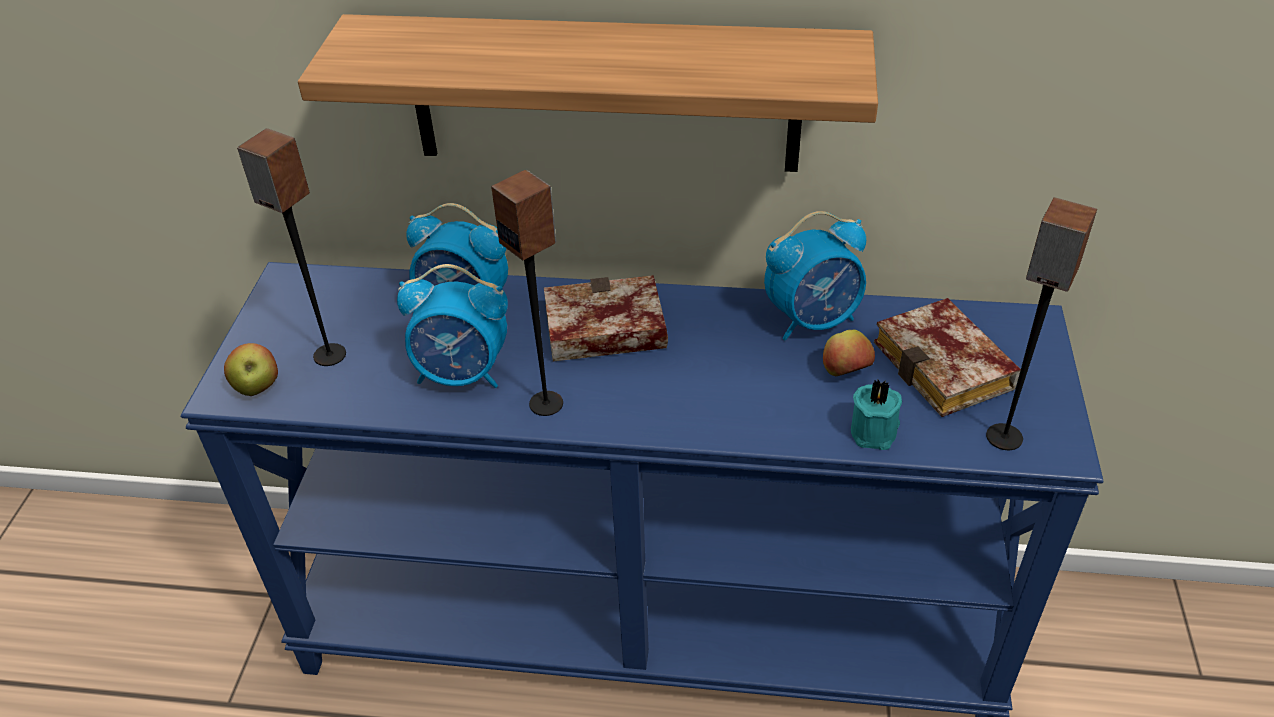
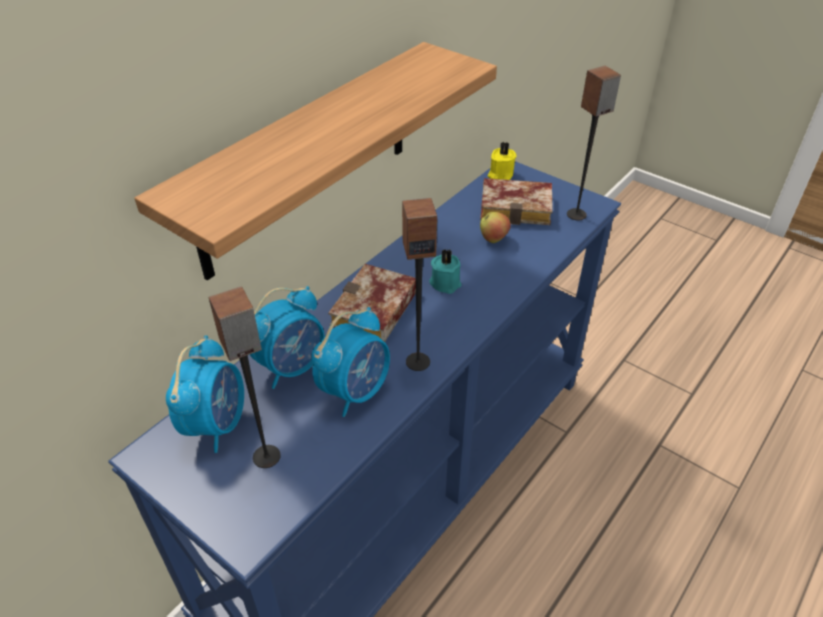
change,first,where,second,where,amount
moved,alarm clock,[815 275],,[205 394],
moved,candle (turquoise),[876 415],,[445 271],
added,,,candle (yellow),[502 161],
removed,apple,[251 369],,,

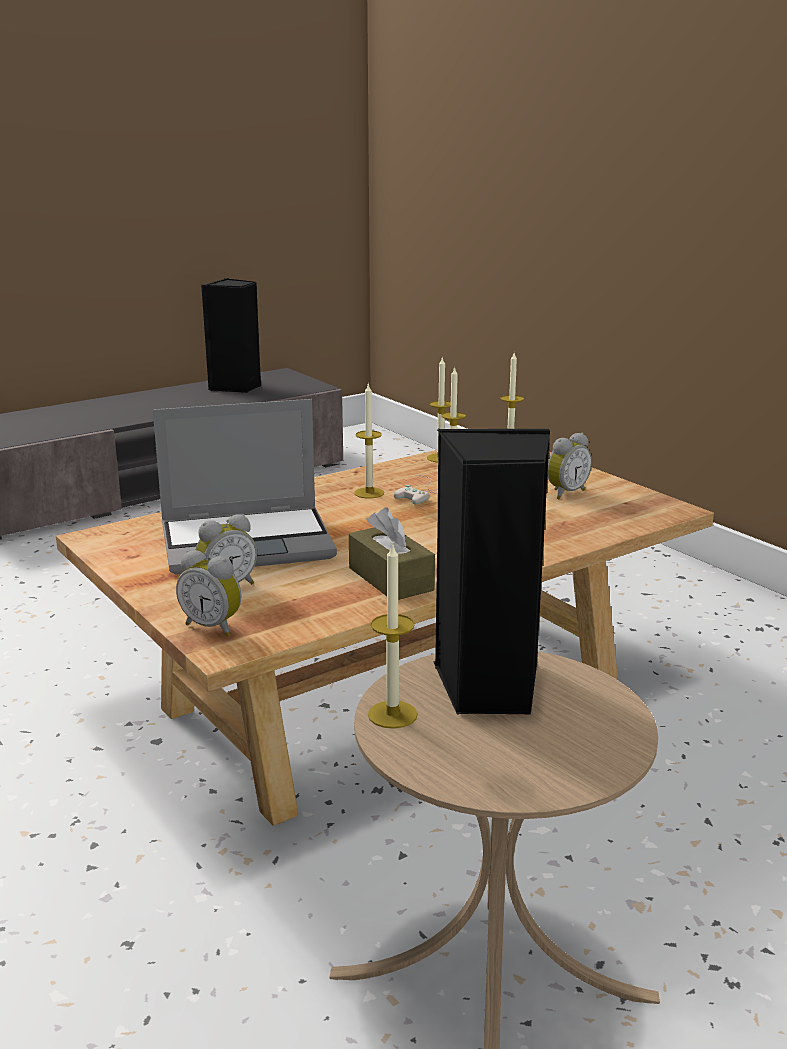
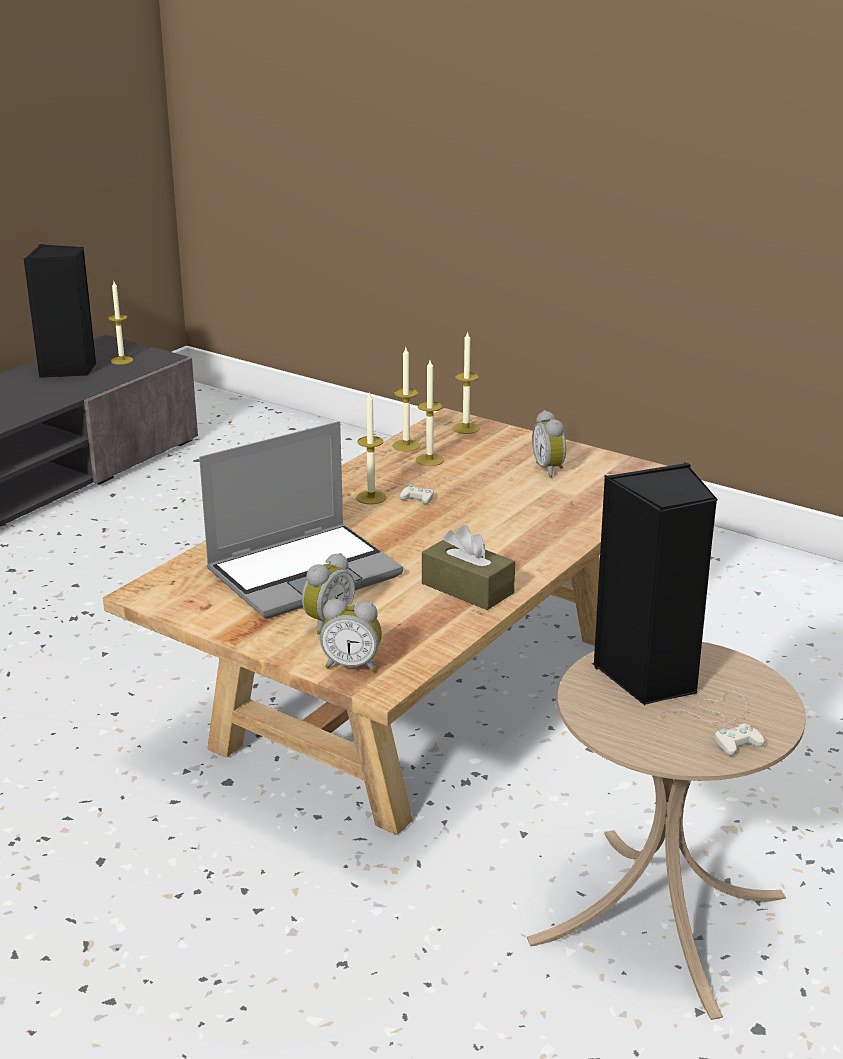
change,first,where,second,where,amount
moved,candle,[393 635],,[120 323],
turned,alarm clock,[569 466],,[549 444],135 degrees clockwise
added,,,game controller (white),[711 723],

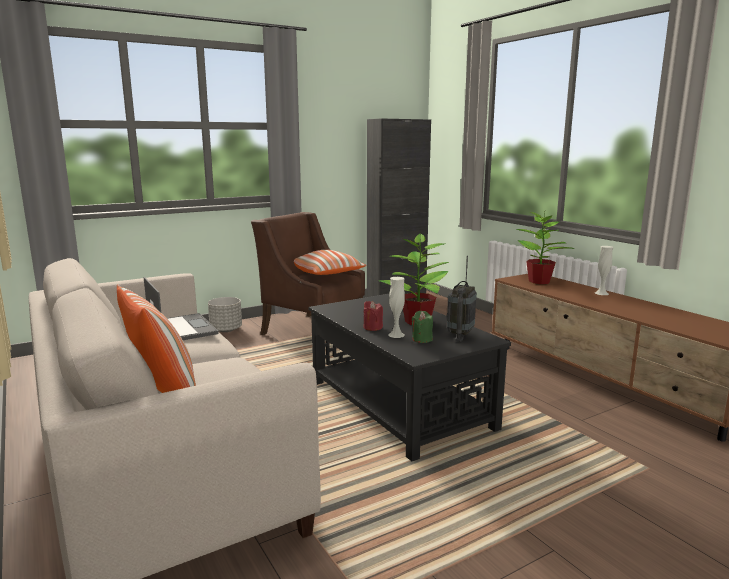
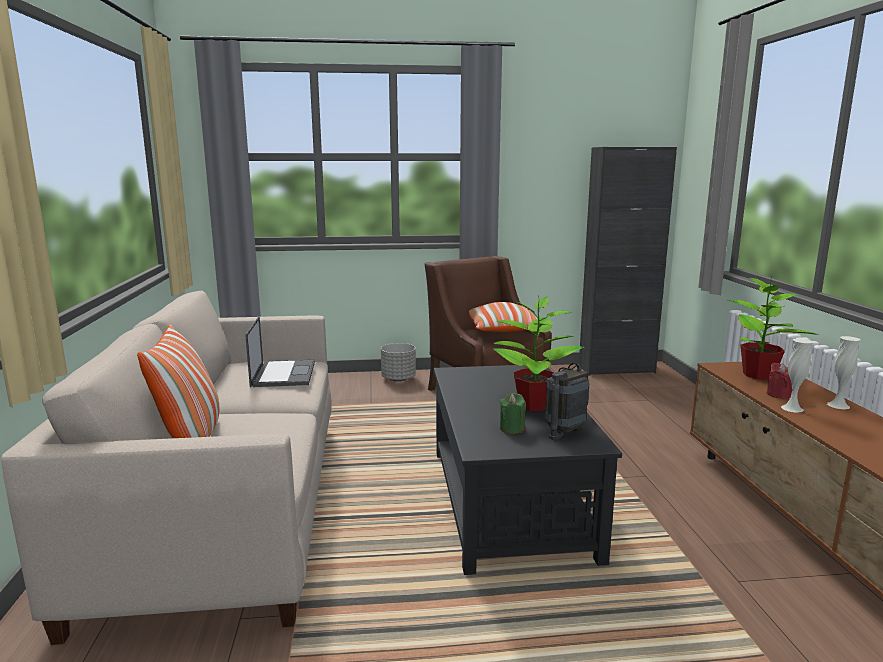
change,first,where,second,where,amount
moved,candle (red),[373 316],,[779 381],
moved,vase (white),[396 307],,[797 375],

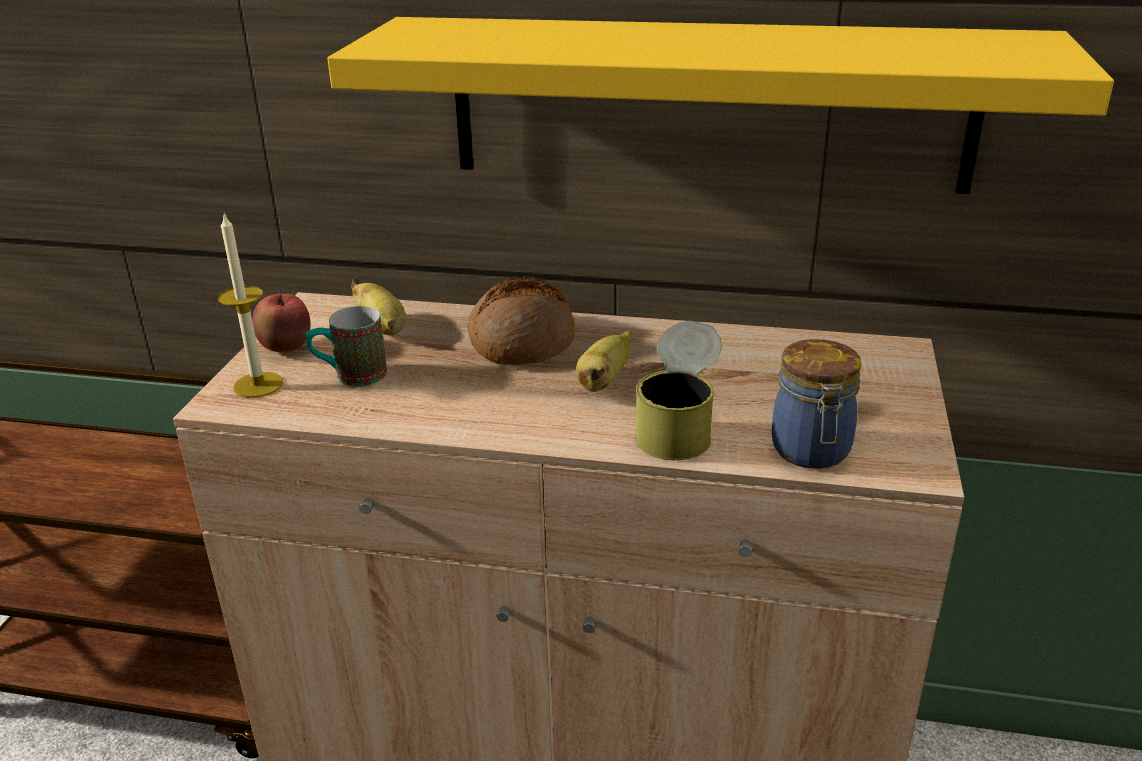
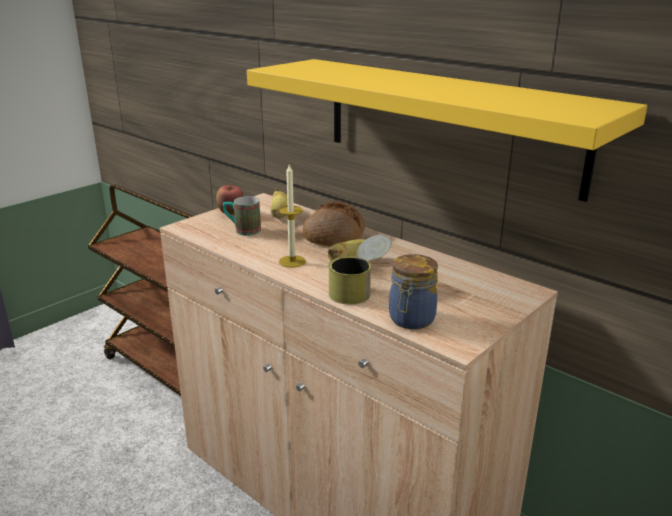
change,first,where,second,where,amount
moved,candle,[250 305],,[292 215],

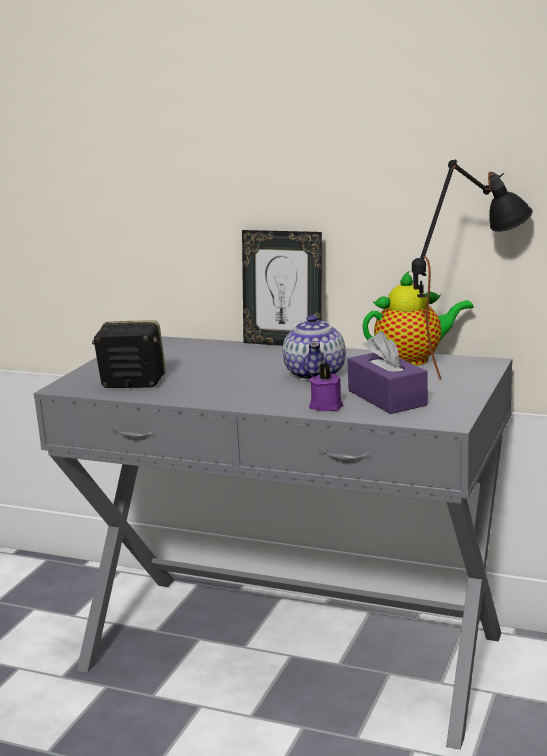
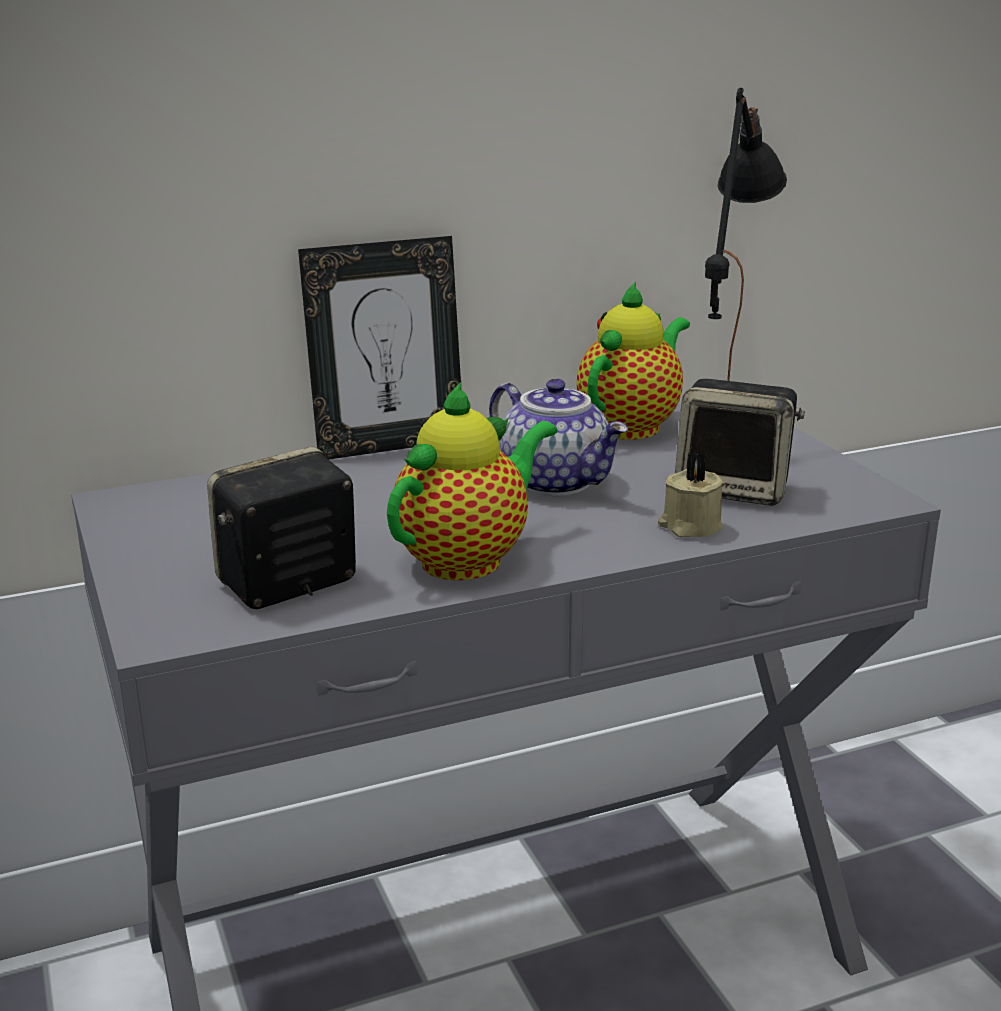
change,first,where,second,where,amount
added,,,teapot,[472 481],
recoloured,candle (purple),[326 387],candle (beige),[691 494],
replaced,tissue box (purple),[387 372],speaker,[740 442],

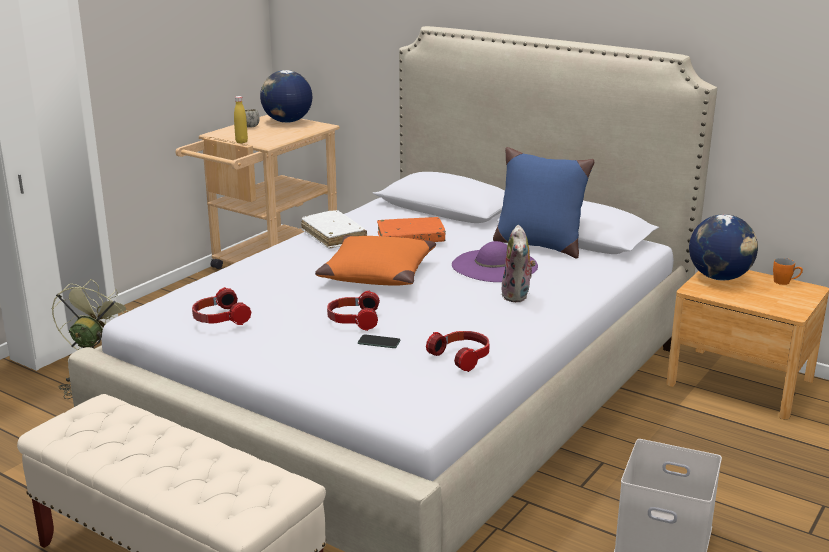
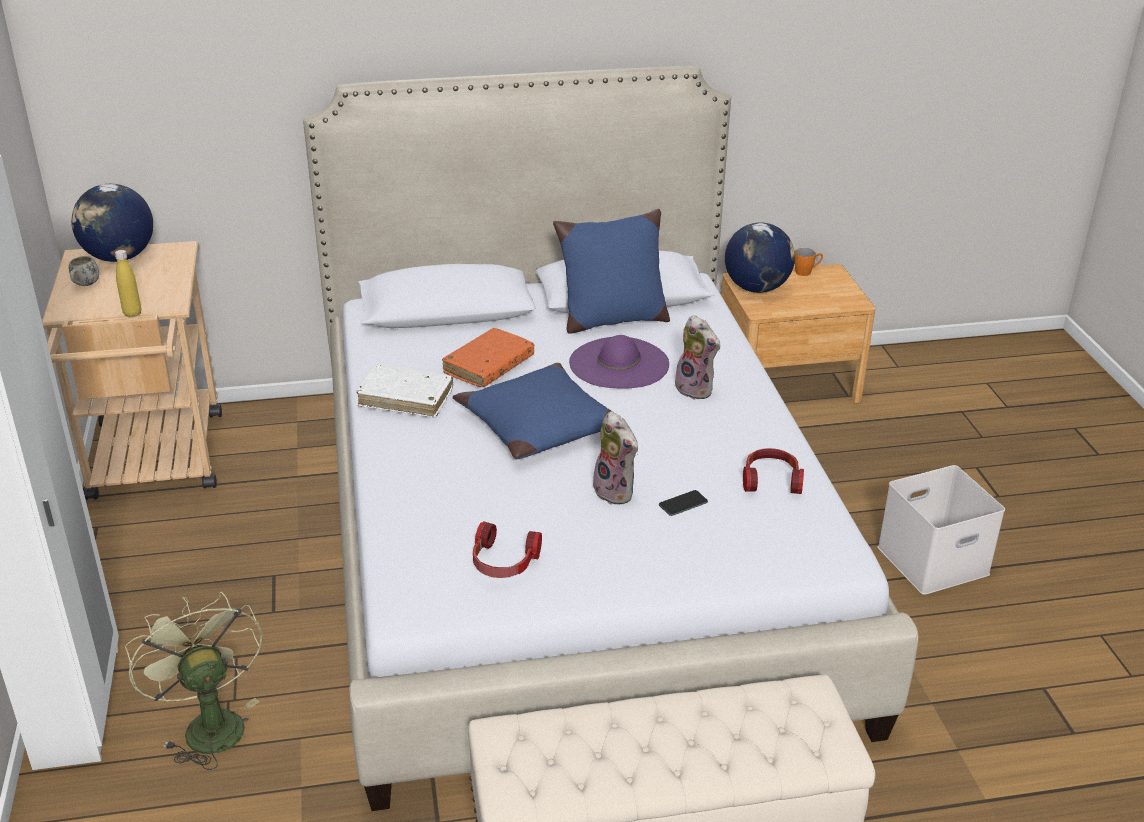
change,first,where,second,where,amount
recoloured,pillow (orange),[375 260],pillow (blue),[532 411],
replaced,headphones,[353 310],plush toy,[615 458],

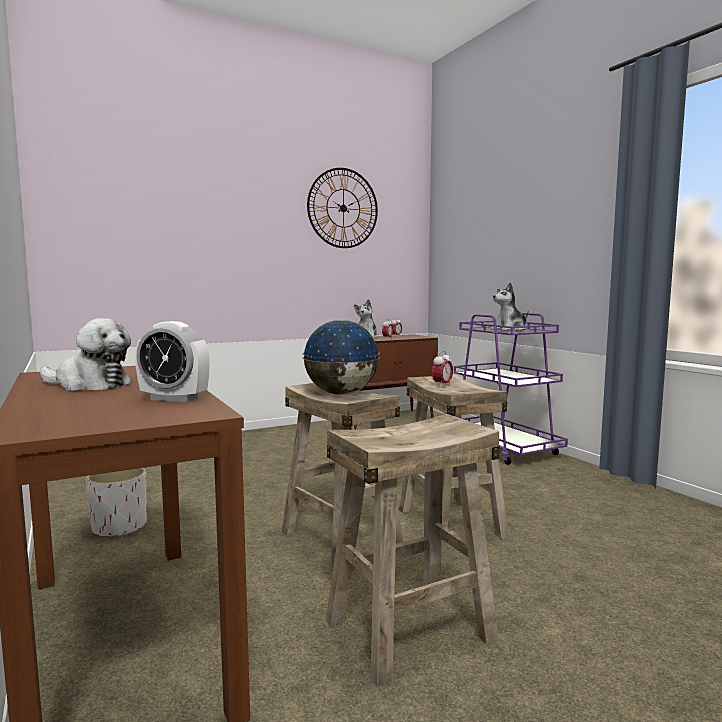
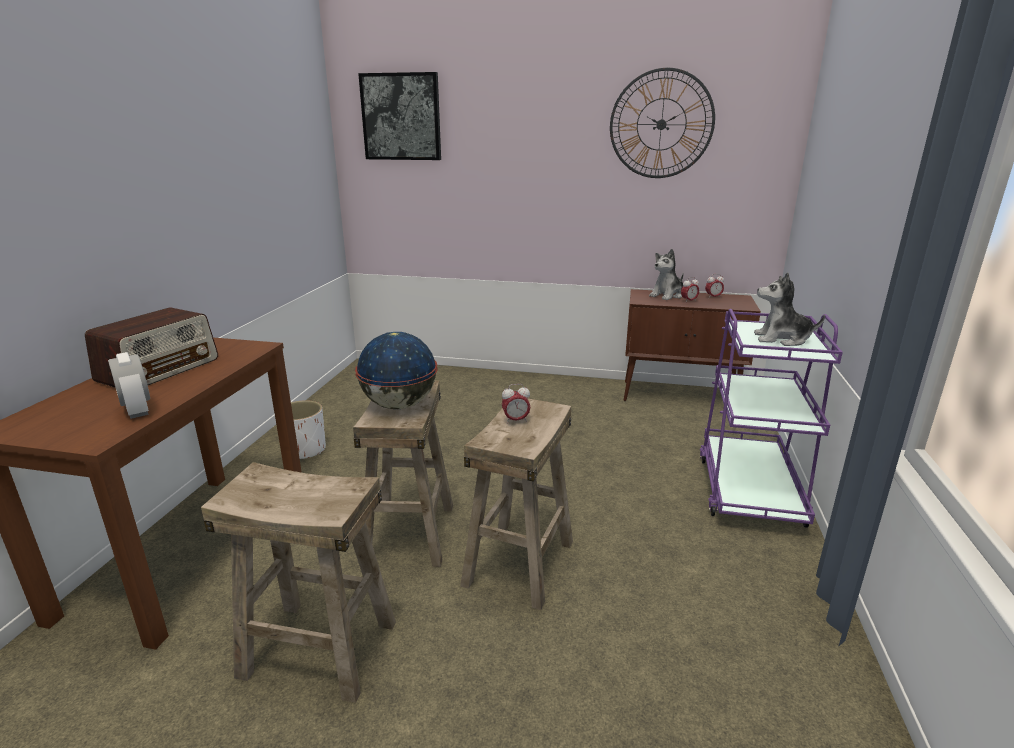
change,first,where,second,where,amount
replaced,plush toy,[86 354],radio,[151 347],
added,,,picture,[399 116],

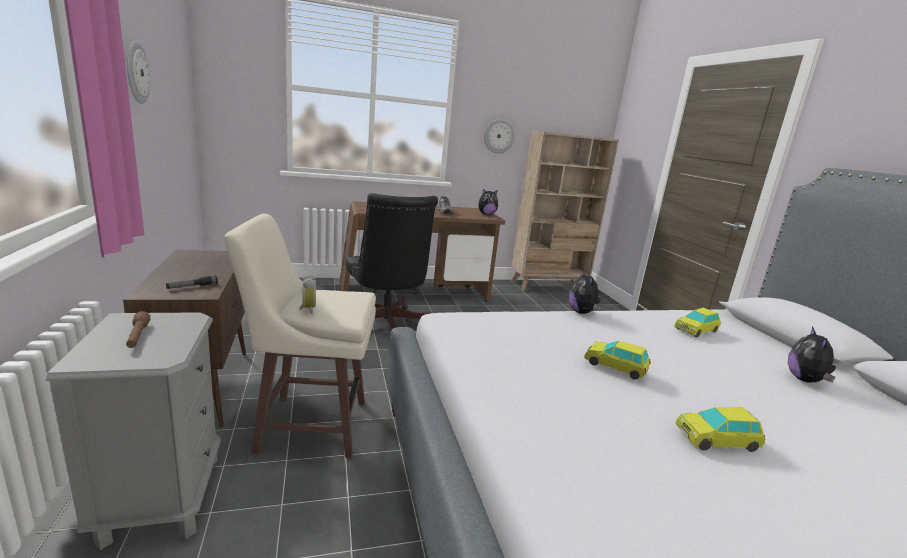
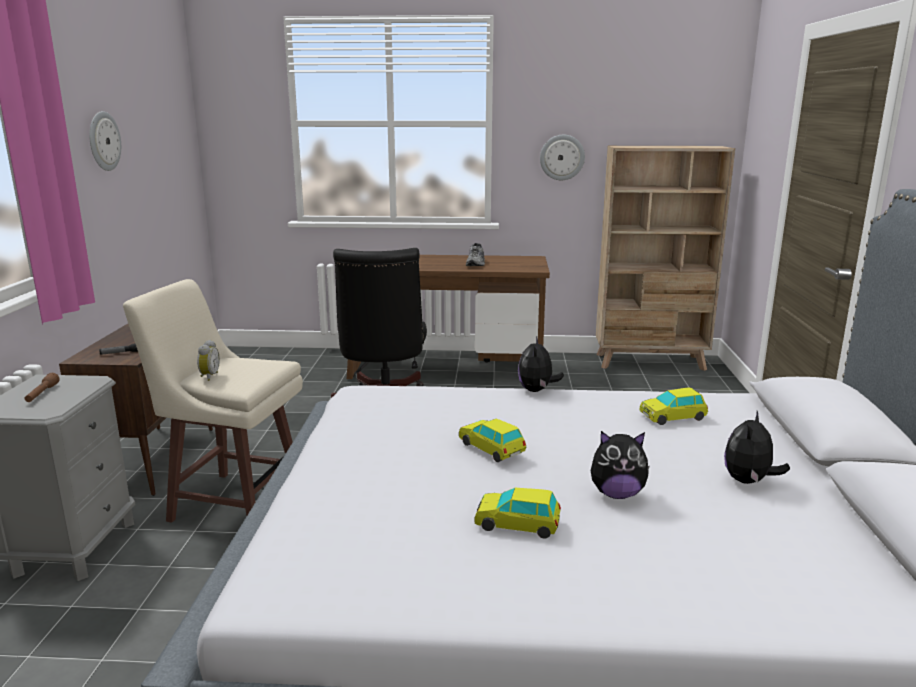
change,first,where,second,where,amount
moved,plush toy,[488 202],,[620 465],

